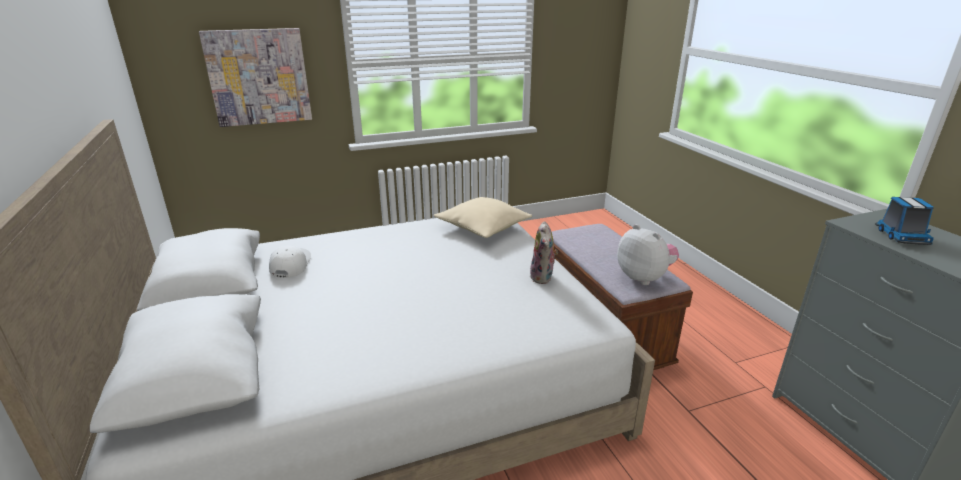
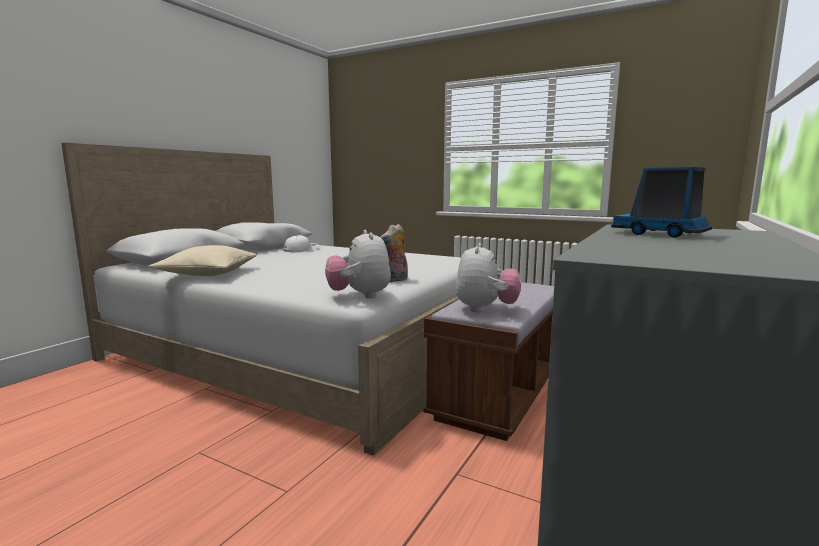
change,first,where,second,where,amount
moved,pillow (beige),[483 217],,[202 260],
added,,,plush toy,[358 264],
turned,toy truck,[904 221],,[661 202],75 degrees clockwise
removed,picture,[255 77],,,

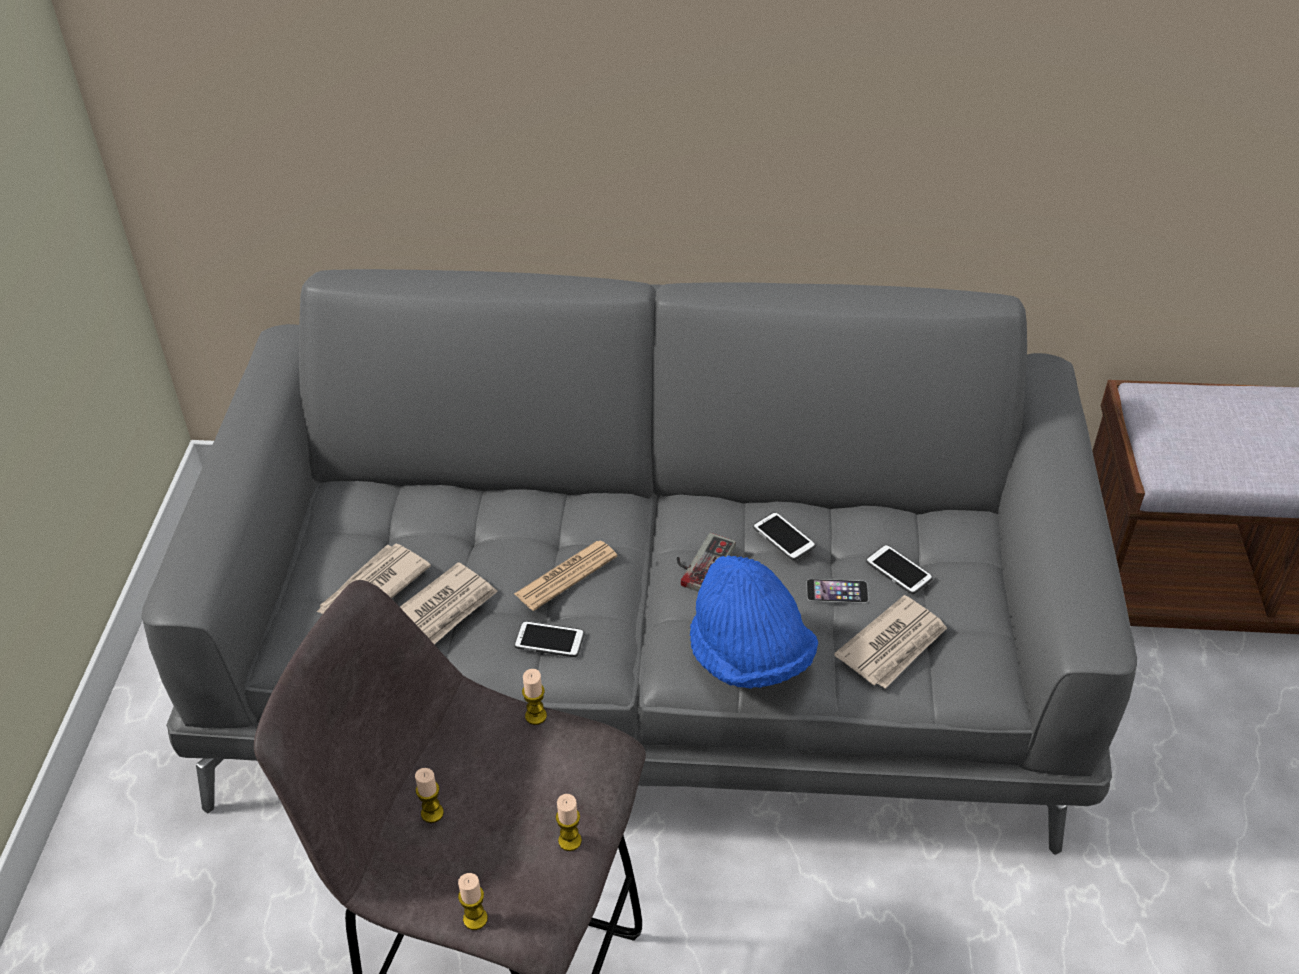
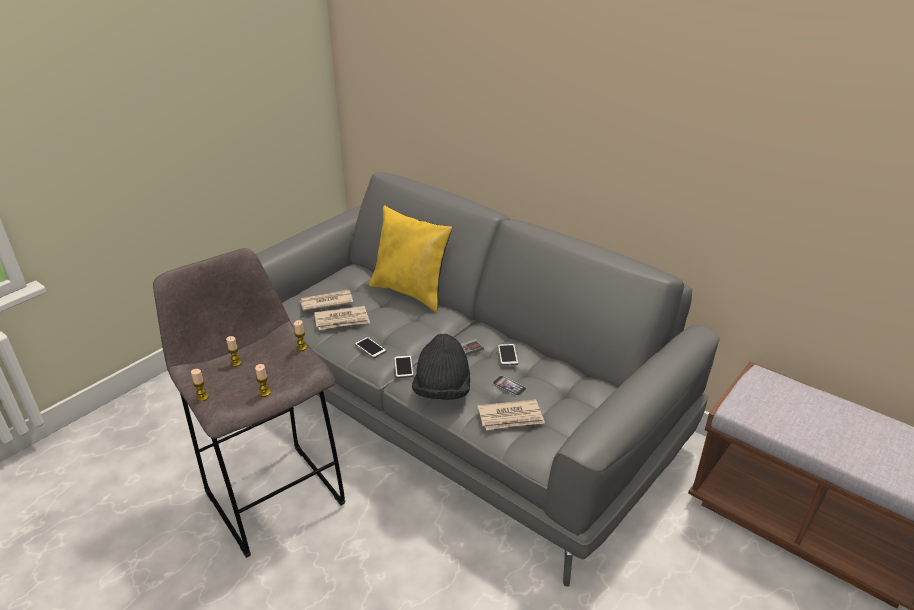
change,first,where,second,where,amount
added,,,pillow (yellow),[410 258],
moved,phone,[899 569],,[404 366],
recoloured,hat (blue),[754 622],hat (black),[441 367],
removed,newspaper,[565 576],,,

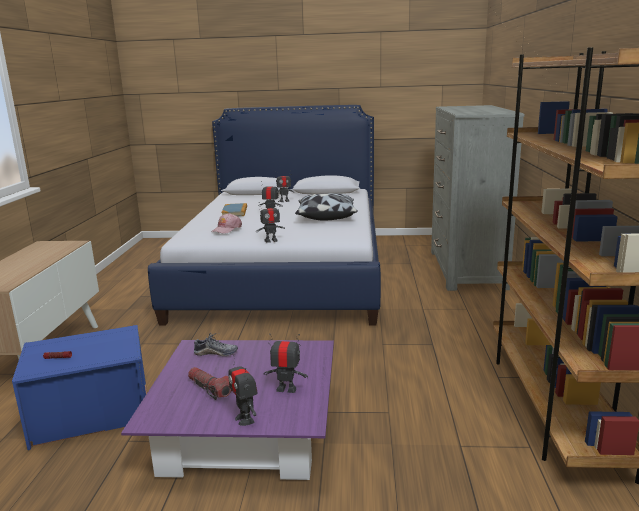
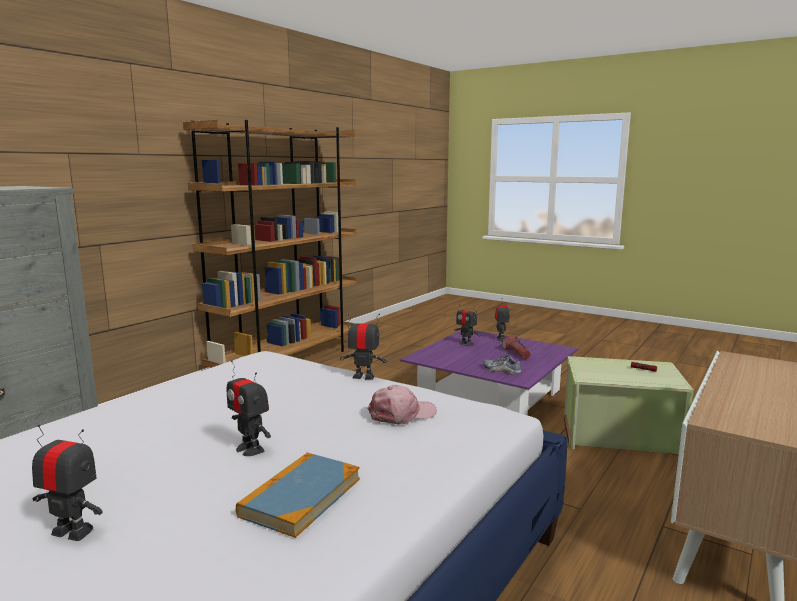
change,first,where,second,where,amount
recoloured,storage box (blue),[79 387],storage box (green),[629 405],
removed,pillow,[326 206],,,

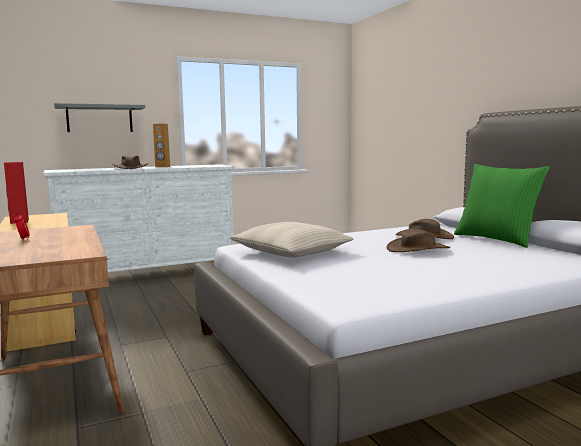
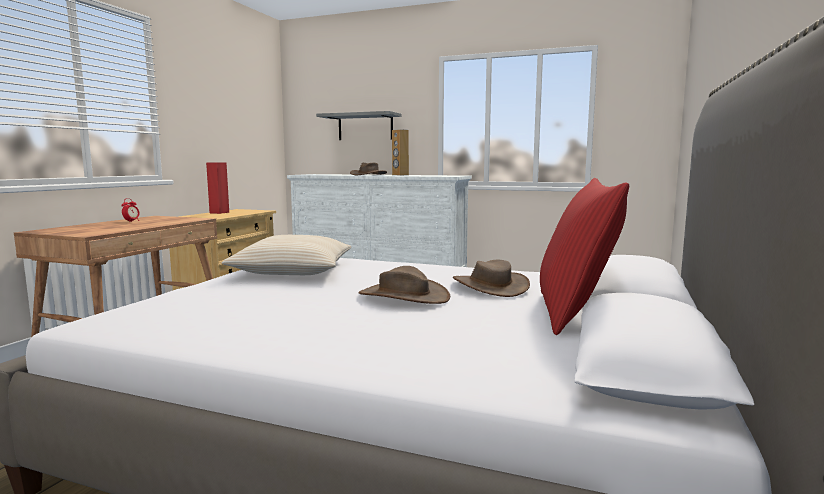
change,first,where,second,where,amount
recoloured,pillow (green),[502 206],pillow (red),[584 256],

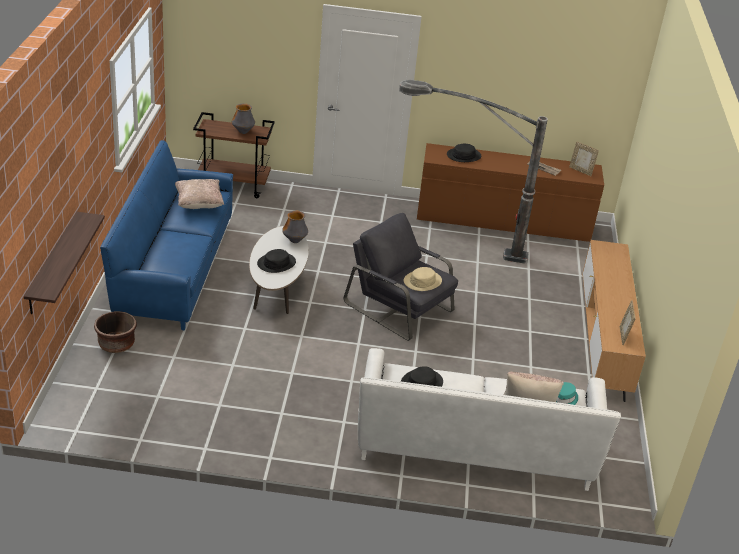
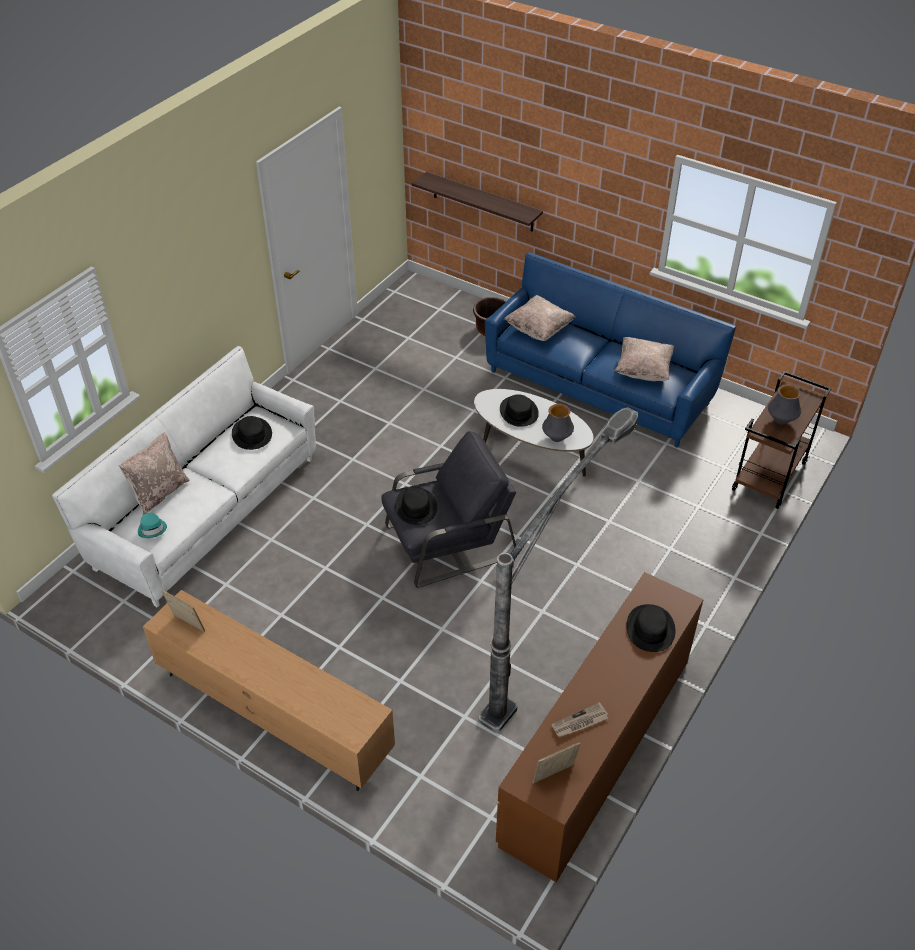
change,first,where,second,where,amount
recoloured,hat (beige),[423 279],hat (black),[416 506],
added,,,pillow (beige),[539 318],

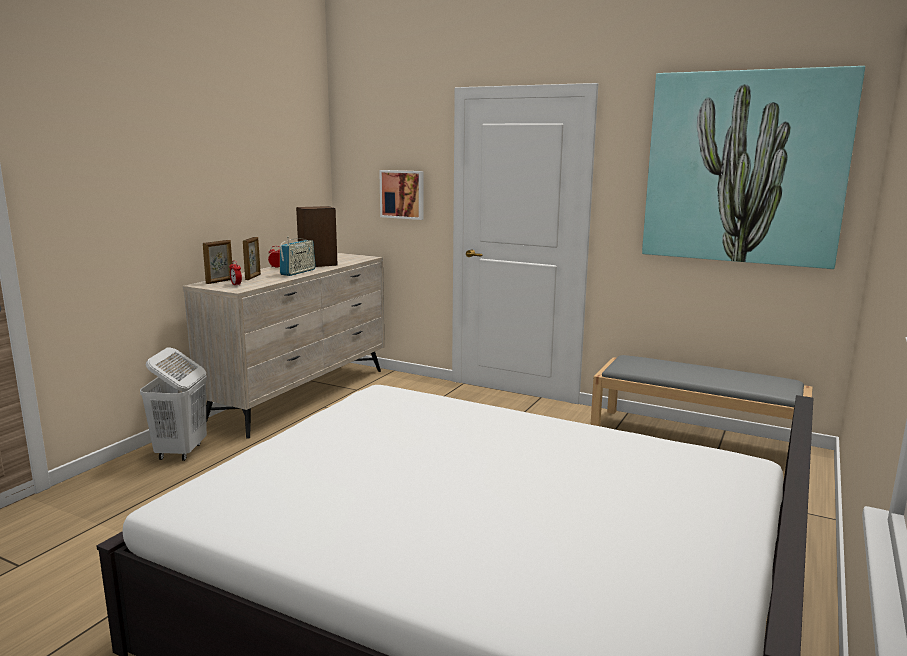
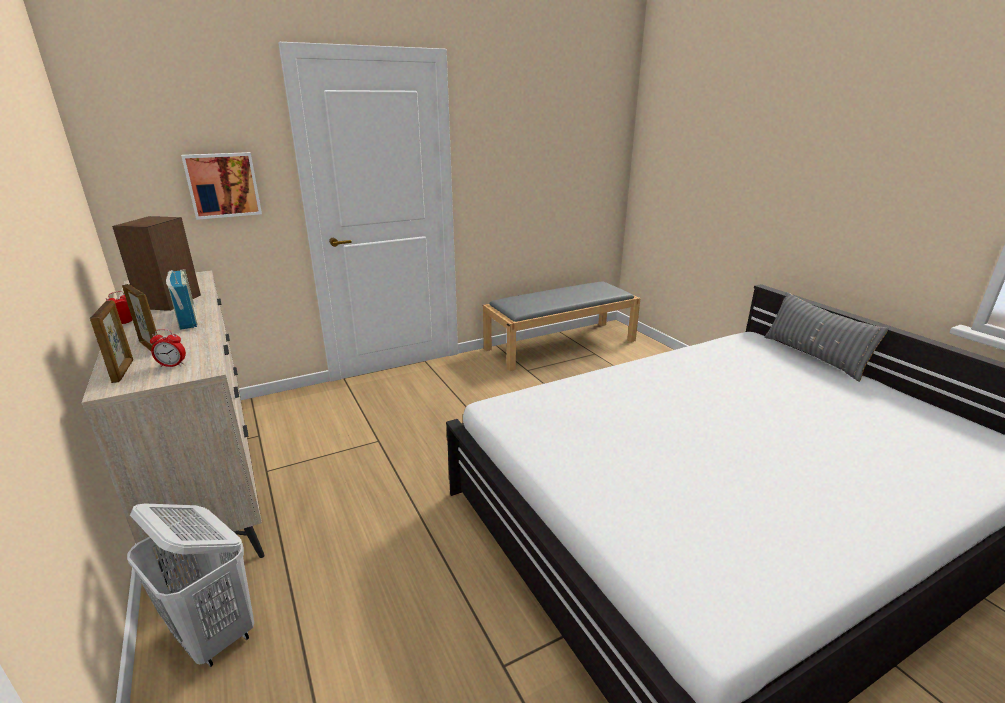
change,first,where,second,where,amount
added,,,pillow (grey),[826 337],
removed,picture,[753 167],,,

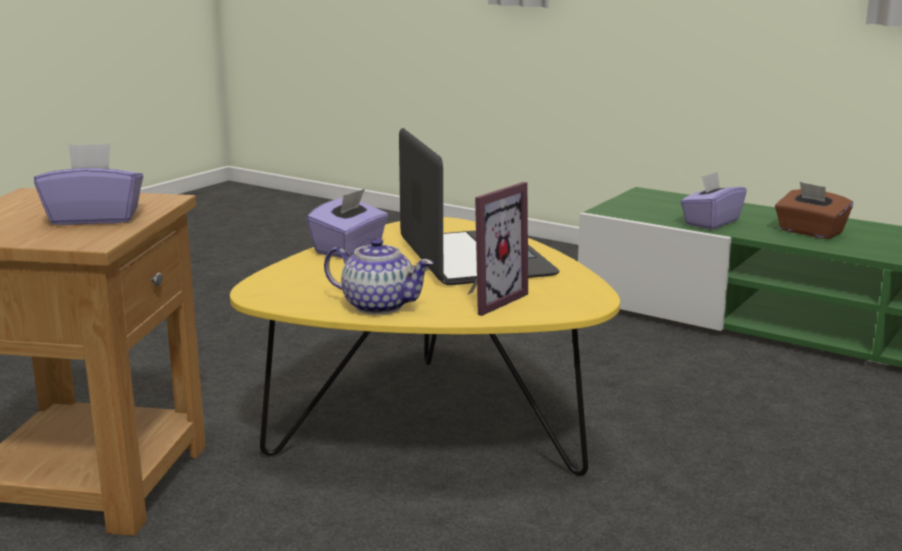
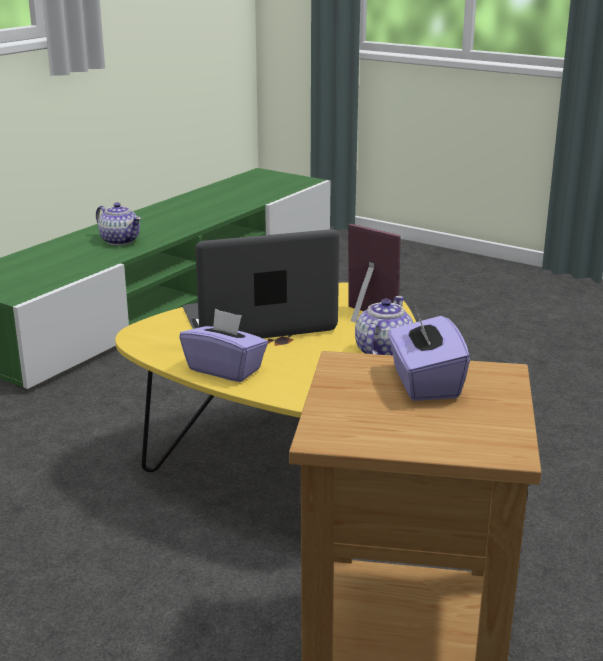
change,first,where,second,where,amount
replaced,tissue box (brown),[814 210],teapot,[118 224],
removed,tissue box (purple),[713 201],,,

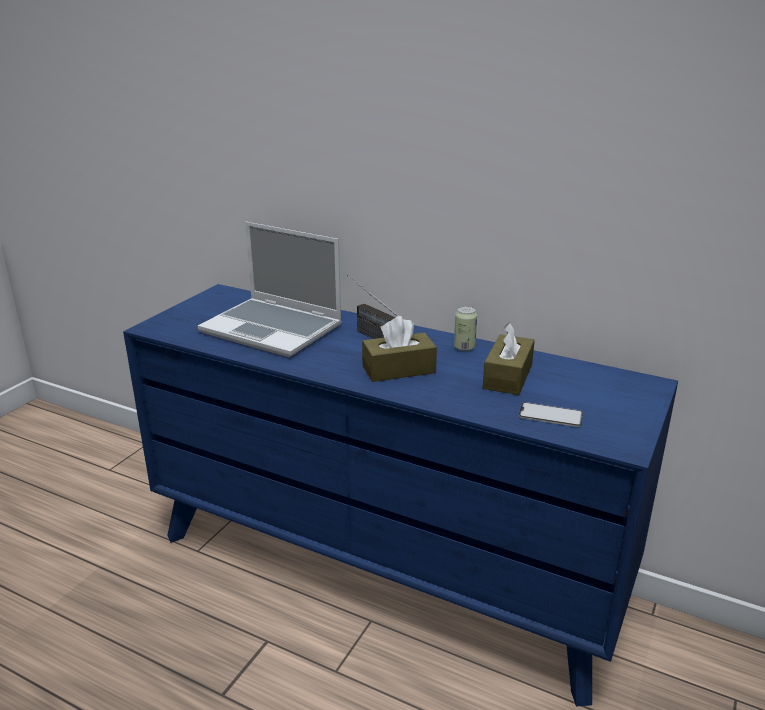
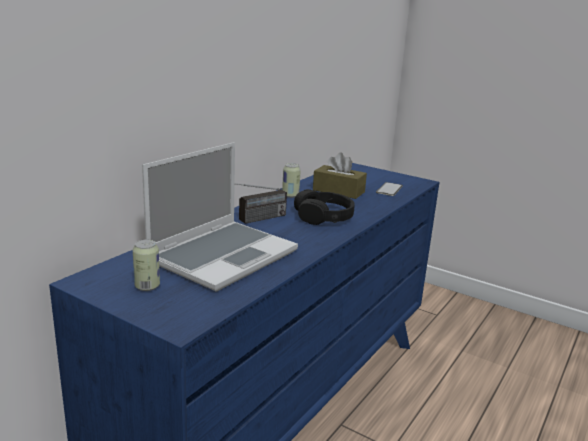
change,first,where,second,where,amount
added,,,can,[146 265],
replaced,tissue box (brown),[399 349],headphones (black),[324 207],

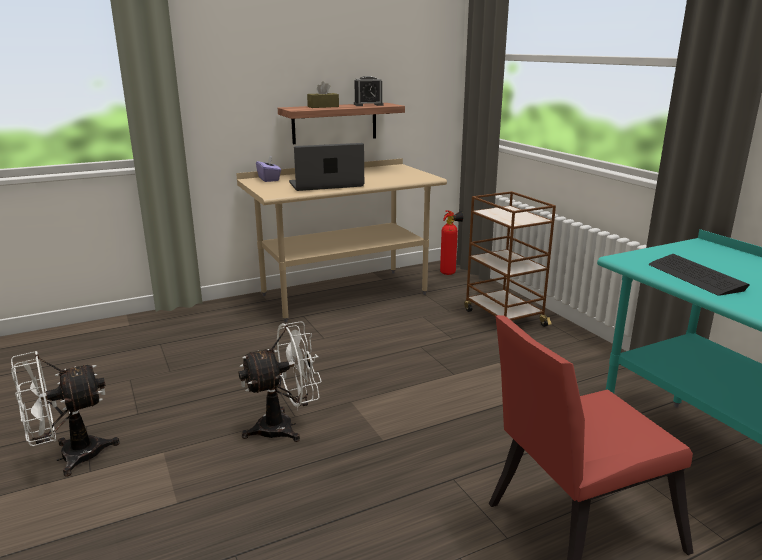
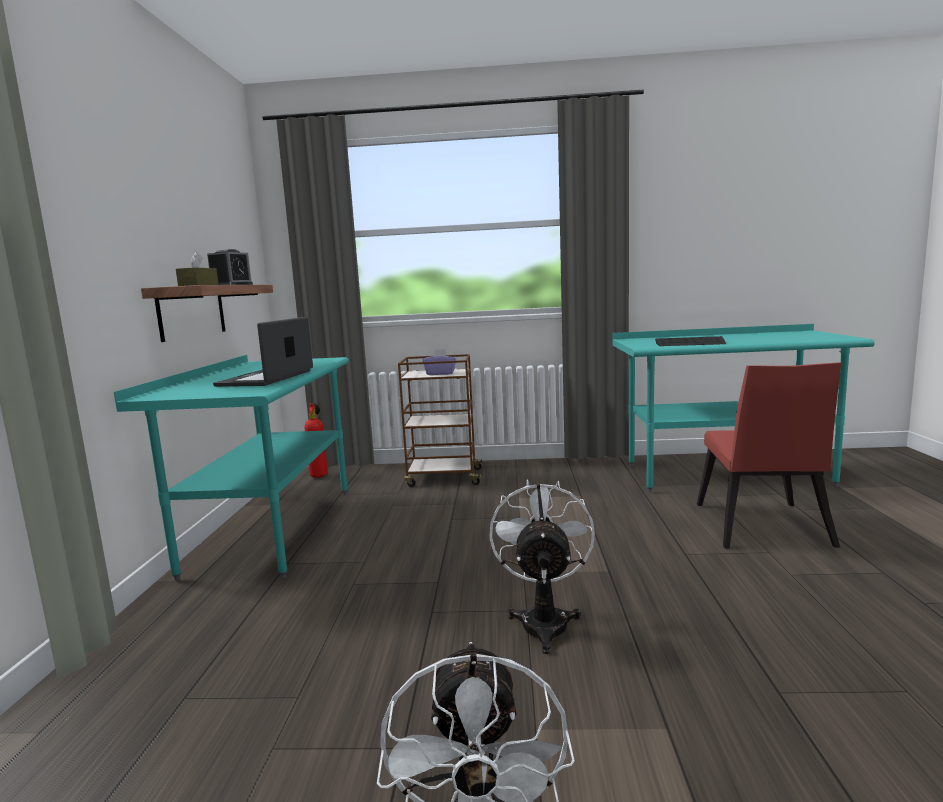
change,first,where,second,where,amount
recoloured,desk (beige),[341 240],desk (turquoise),[231 468],
moved,tissue box (purple),[268 169],,[439 362],

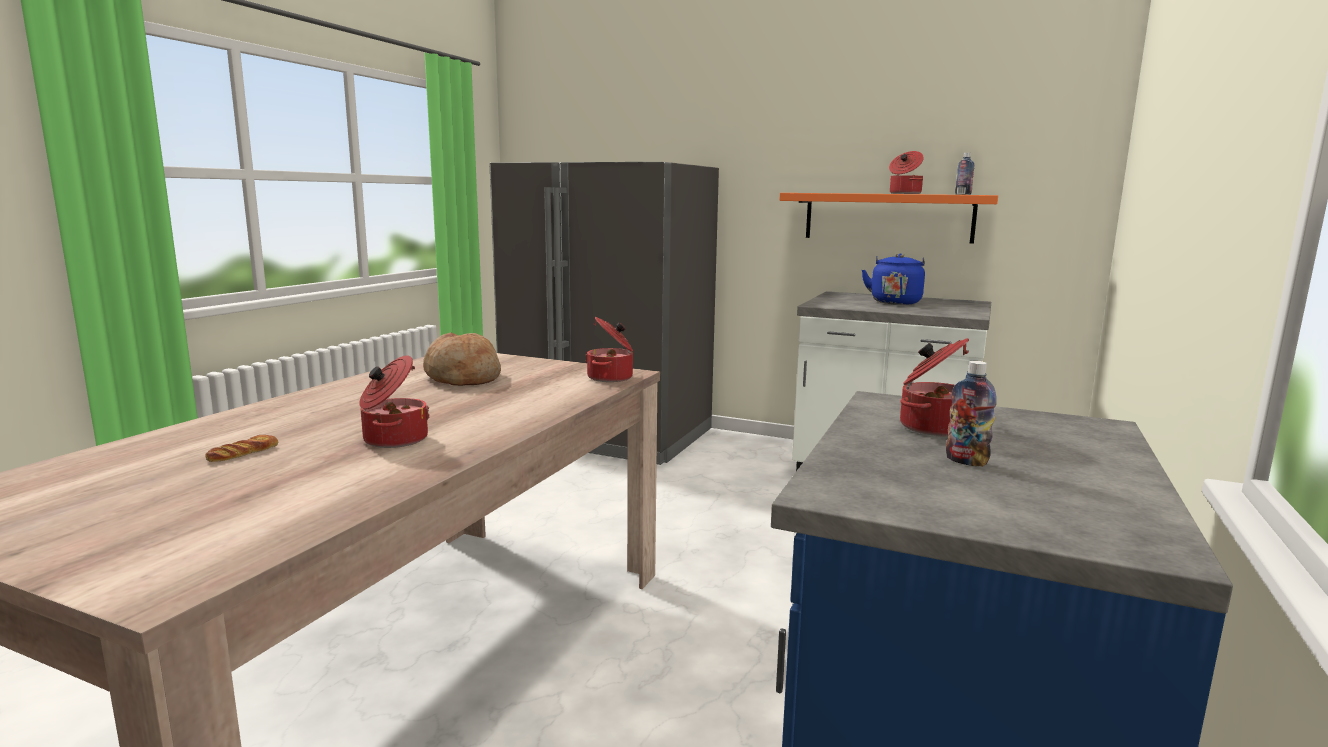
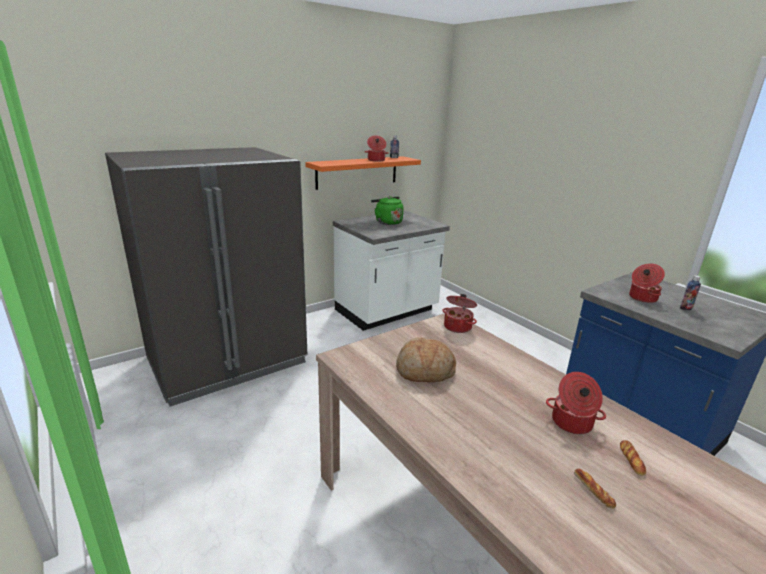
change,first,where,second,where,amount
recoloured,kettle (blue),[893 279],kettle (green),[387 210],
added,,,bread,[633 458],

